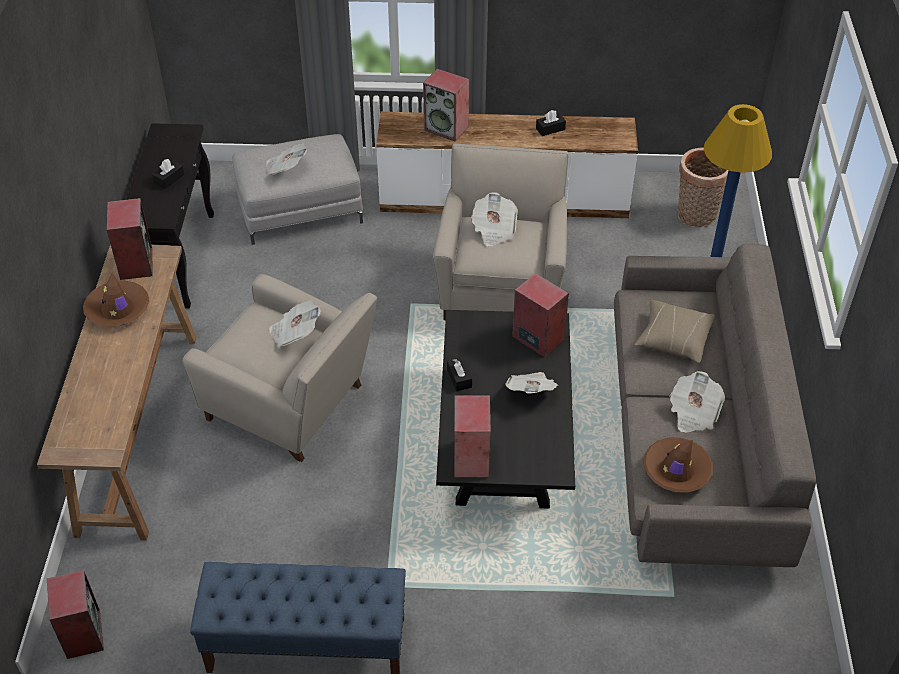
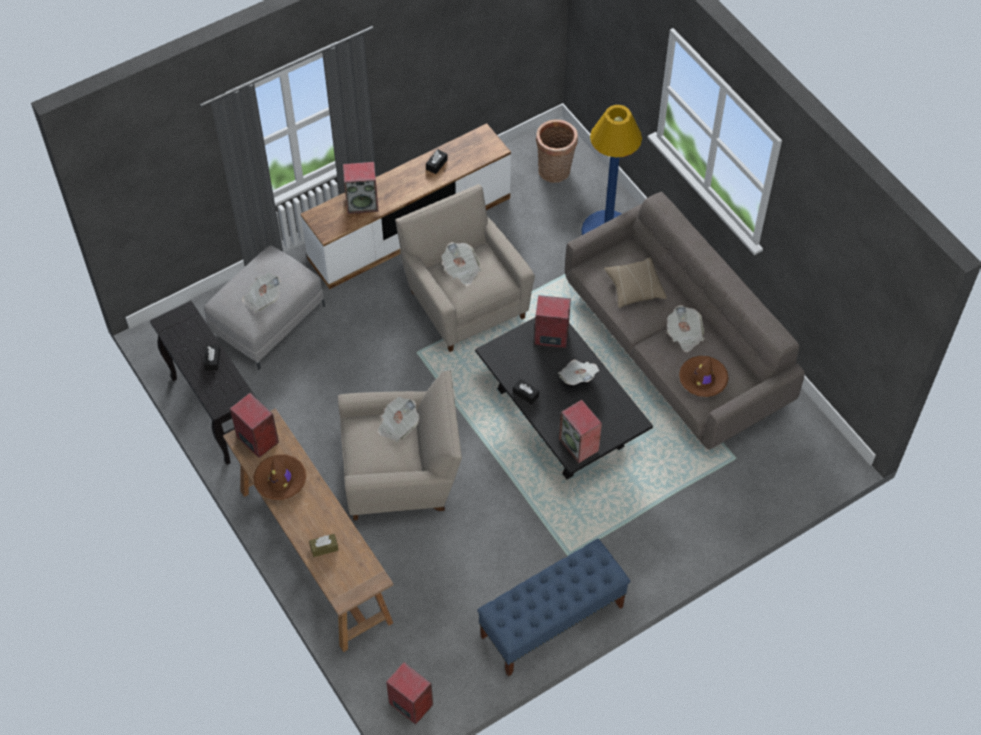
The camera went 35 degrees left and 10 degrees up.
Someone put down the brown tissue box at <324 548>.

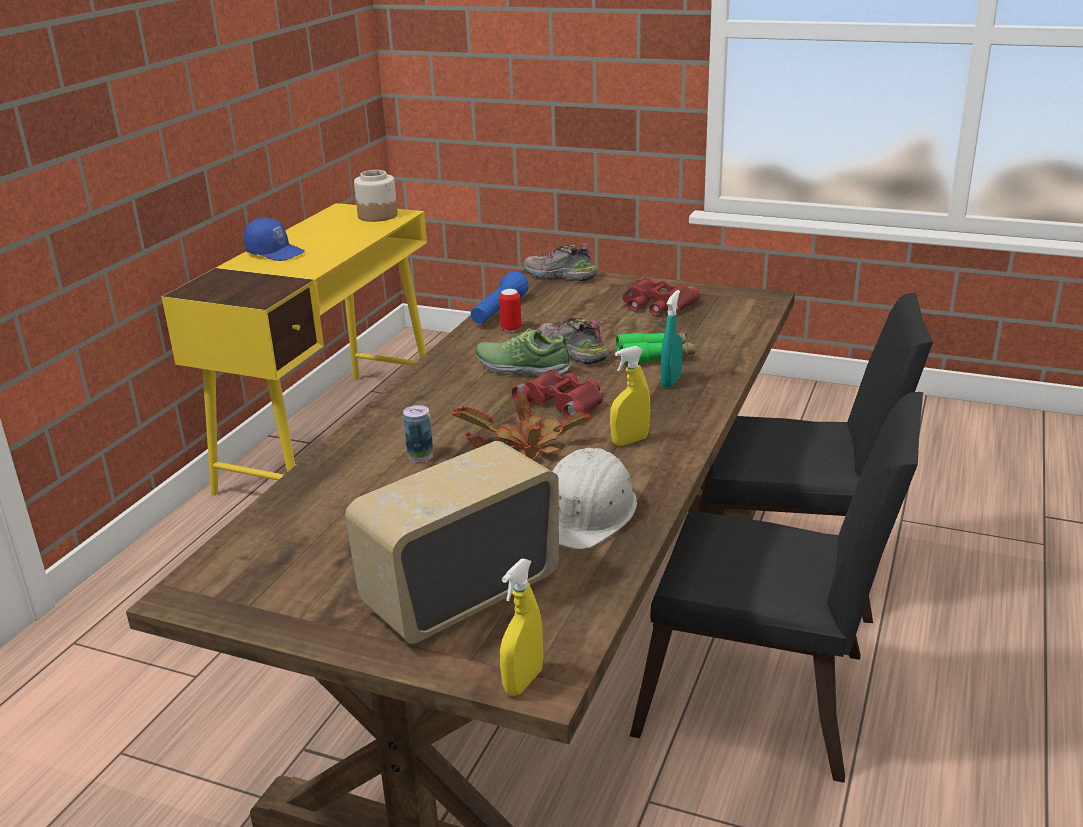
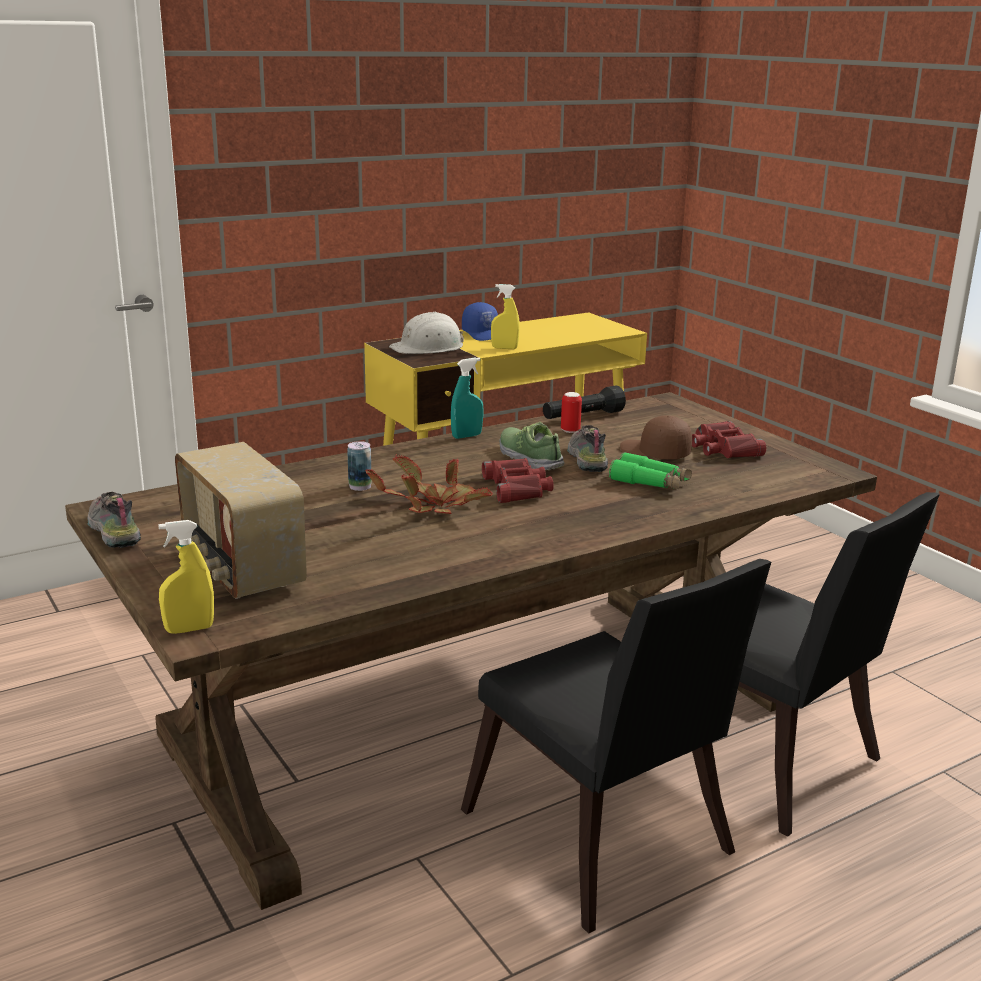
The camera went 35 degrees right and 5 degrees down.
Someone took away the jar at <378 215>.
Someone carried the shoe from <558 276> to <112 531>.
Someone repainted the blue flashlight at <498 312>, which became the black flashlight at <582 417>.
Someone carried the turquoise spray bottle from <671 381> to <466 436>.
Someone carried the yellow spray bottle from <630 441> to <504 348>.
Someone rotated the radio at <460 594> by 120 degrees counterclockwise.
Someone carried the white hard hat from <586 513> to <428 347>.
Someone put down the brown cap at <654 453>.

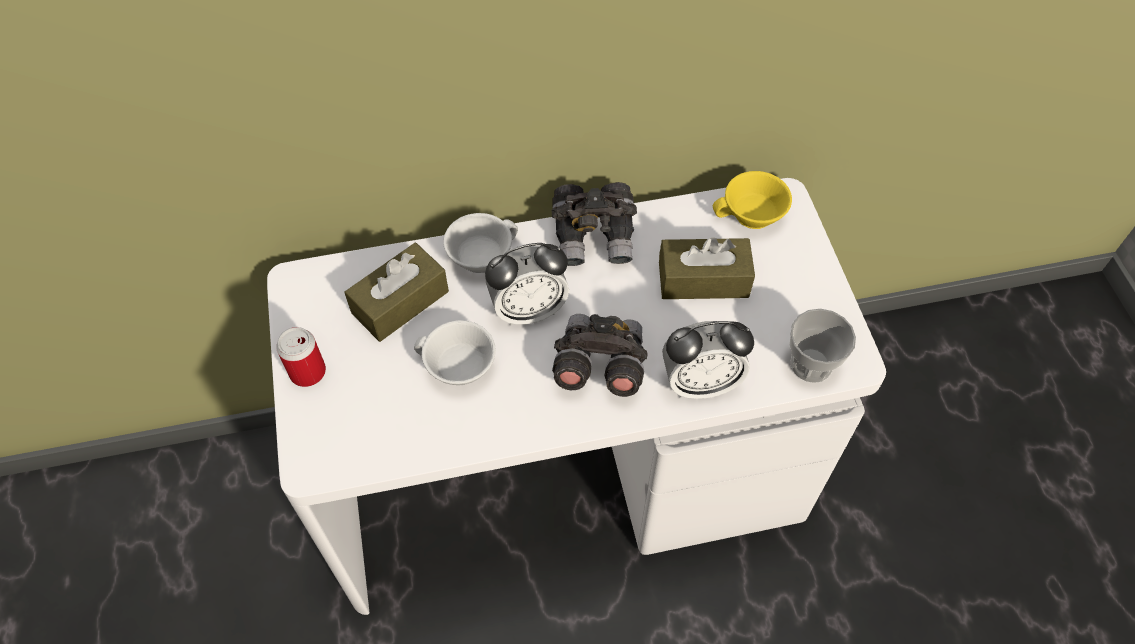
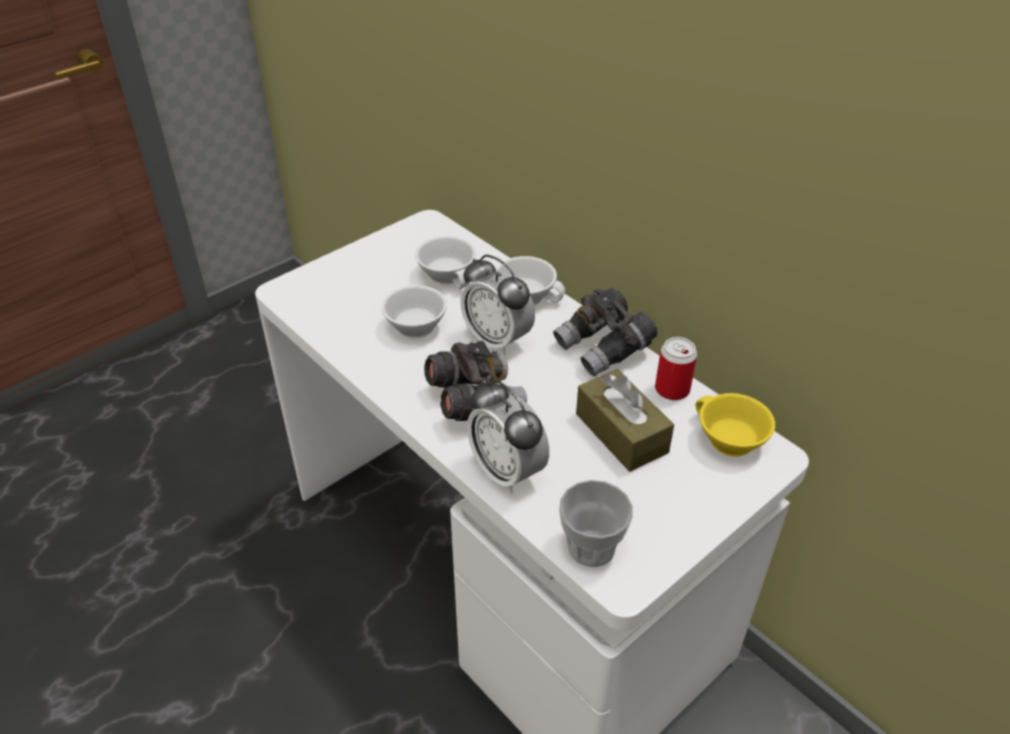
The camera went 60 degrees right and 15 degrees down.
Someone swapped the brown tissue box at <400 302> for the white cup at <449 274>.
Someone carried the can from <307 372> to <672 389>.

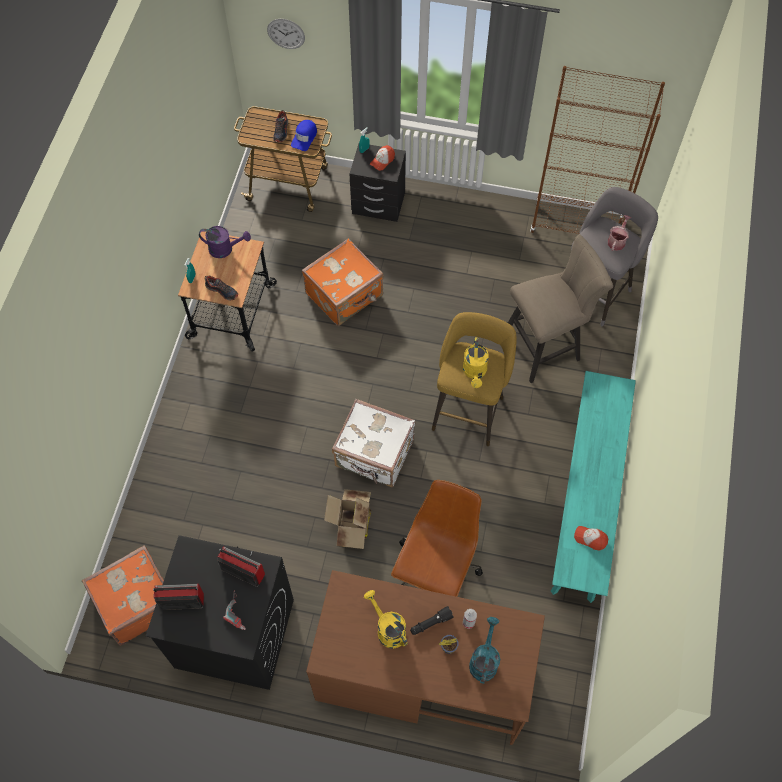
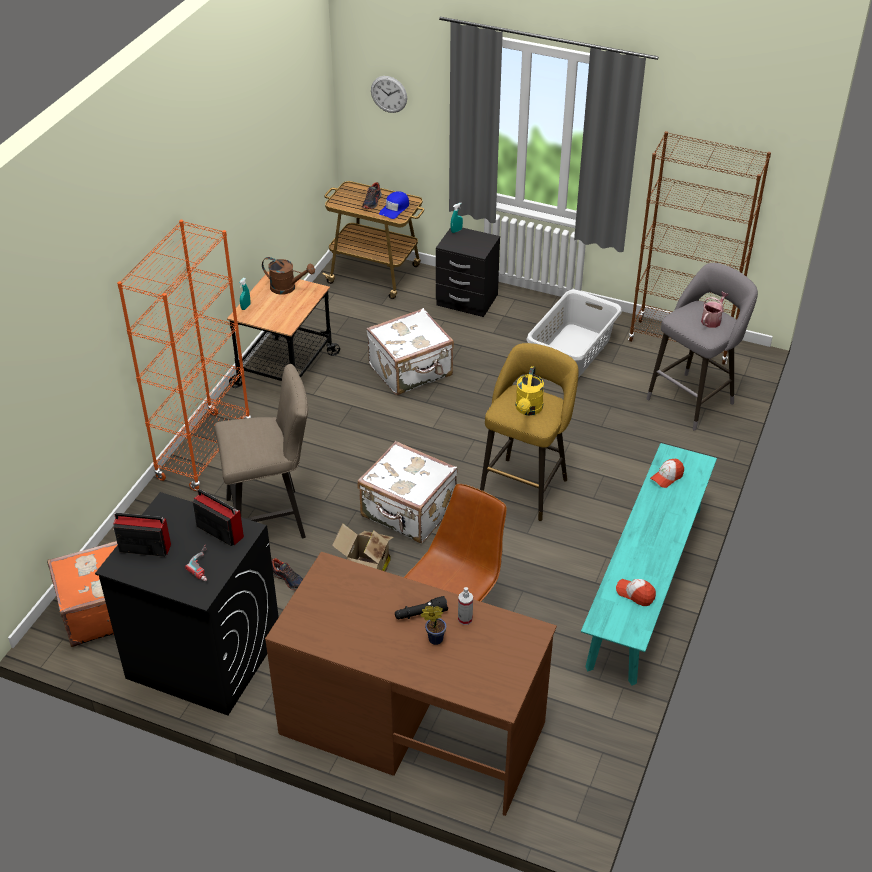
The camera went 10 degrees right and 20 degrees down.
Someone carried the cap from <382 160> to <667 477>.
Someone repainted the purple watering can at <225 249>, which became the brown watering can at <287 288>.
Someone carried the beige stool from <546 345> to <272 518>.
Someone repainted the orange suitcase at <345 295>, which became the white suitcase at <411 371>.
Someone carried the shoe from <222 291> to <288 579>.
Someone took away the yellow watering can at <387 629>.
Someone took away the turquoise watering can at <484 660>.
Someone put down the orange bookcase at <204 451>.
Someone put down the grey laundry basket at <573 351>.

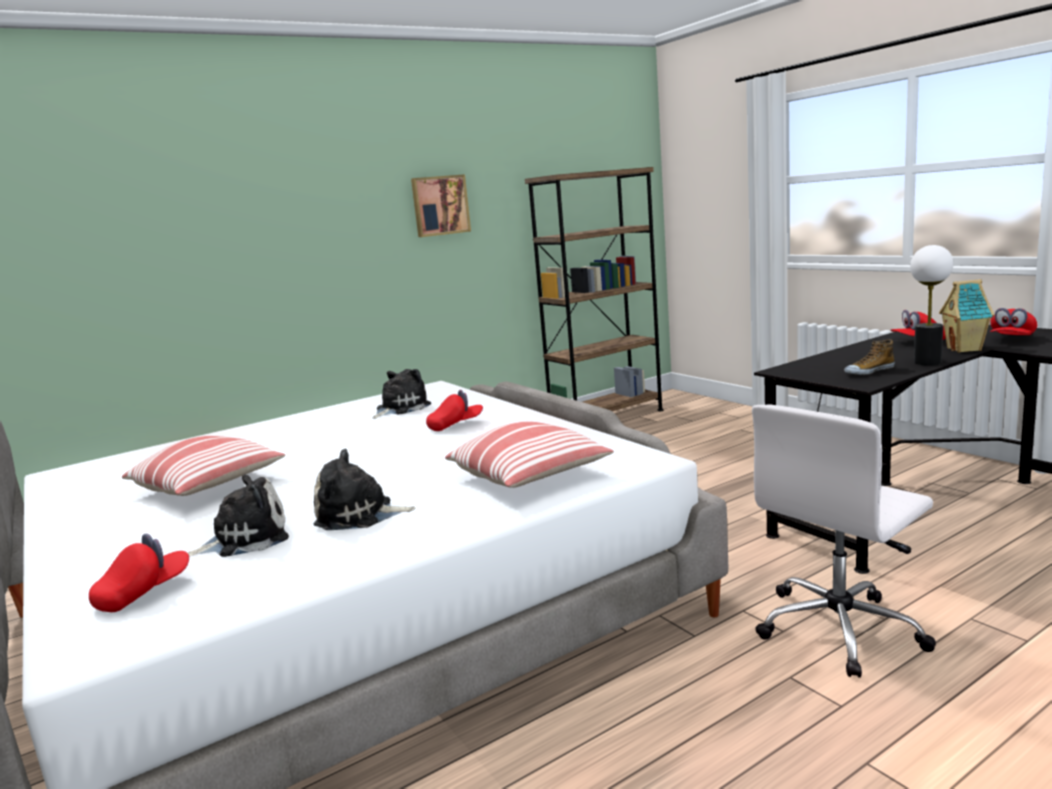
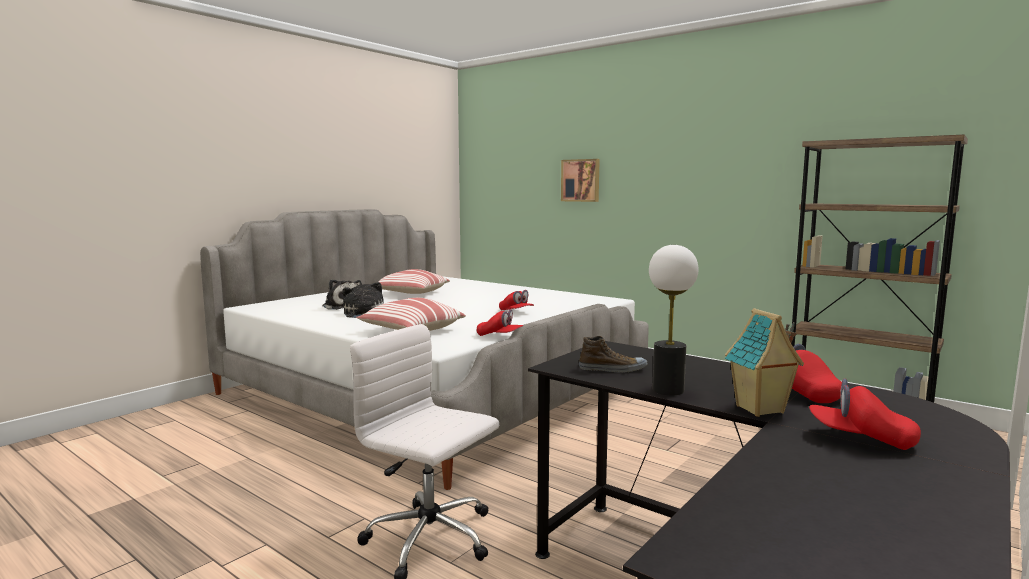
The camera went 70 degrees right and 5 degrees down.
Someone carried the picture from <440 205> to <581 180>.
Someone rotated the shoe at <868 371> by 135 degrees clockwise.
Someone took away the plush toy at <400 408>.
Someone carried the red cap from <144 593> to <499 336>.

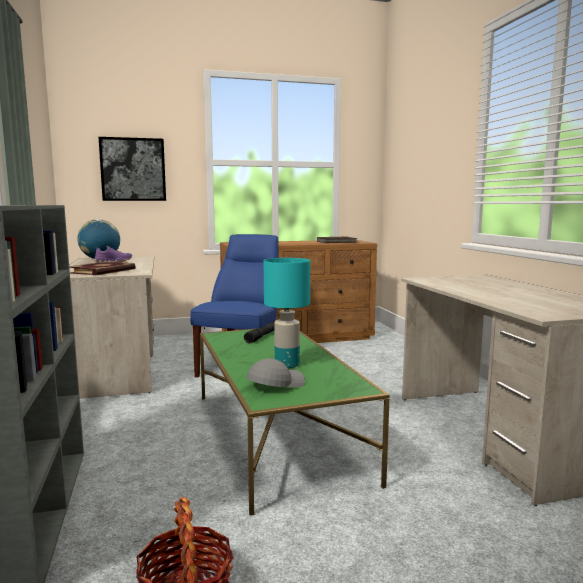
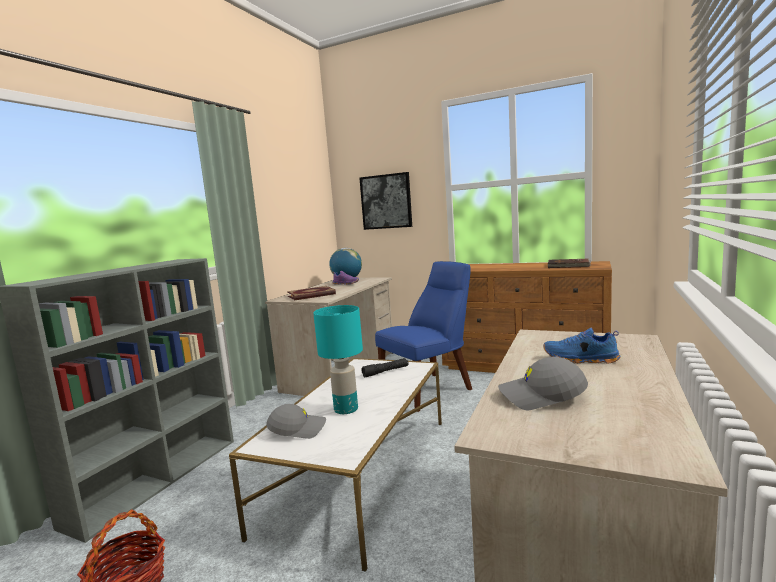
The camera went 40 degrees right and 0 degrees up.
Someone repainted the green coffee table at <276 434>, which became the white coffee table at <360 471>.
Someone put down the blue shoe at <580 359>.
Someone put down the grey cap at <541 396>.

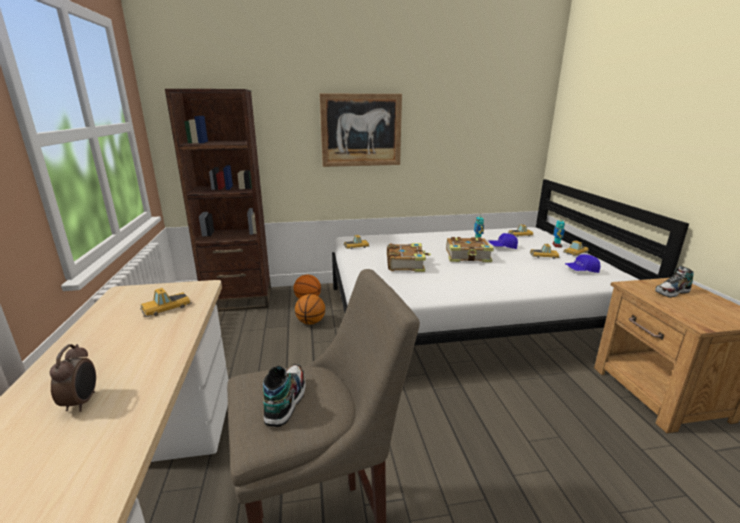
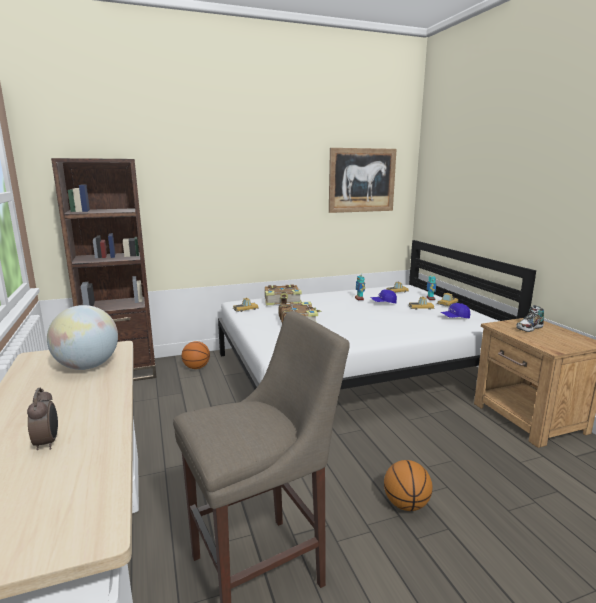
The camera went 10 degrees left and 5 degrees down.
Someone carried the picture from <361 130> to <362 180>.
Someone carried the book from <468 257> to <283 301>.
Someone swapped the toy car at <165 308> for the globe at <87 366>.
Someone carried the basketball from <311 322> to <406 504>.
Someone took away the shoe at <285 401>.

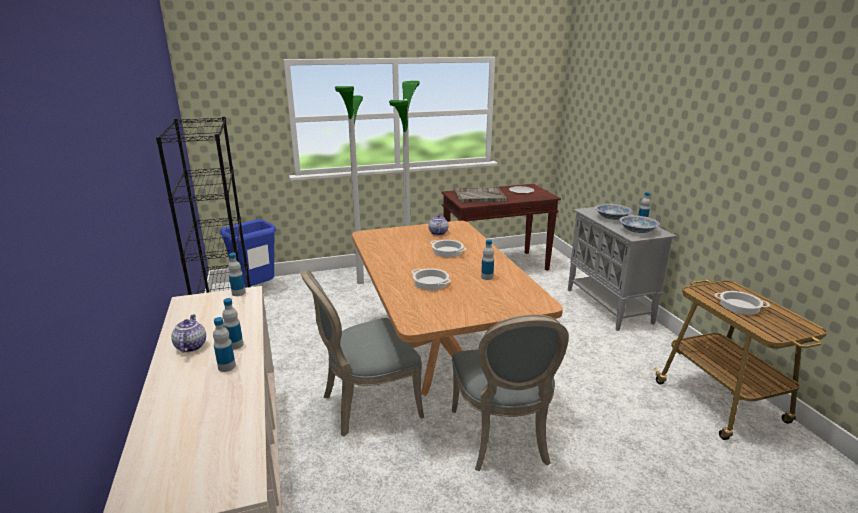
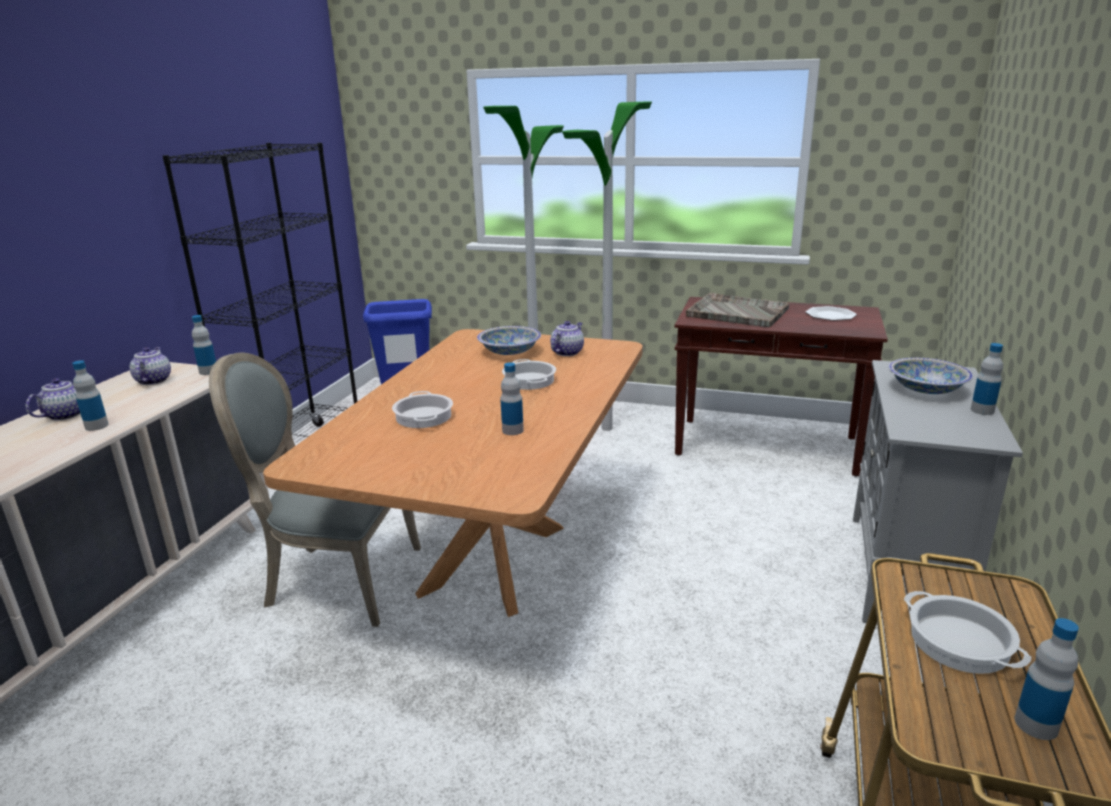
The camera went 35 degrees right and 0 degrees up.
Someone carried the bowl from <637 231> to <509 352>.
Someone took away the grey chair at <503 438>.
Someone carried the bottle from <226 366> to <1036 724>.
Someone put down the teapot at <153 380>.

